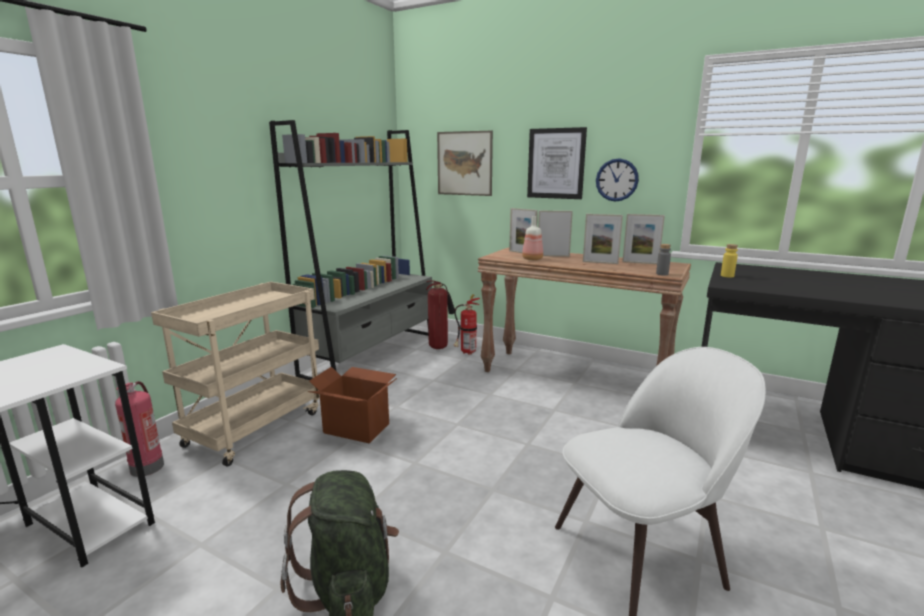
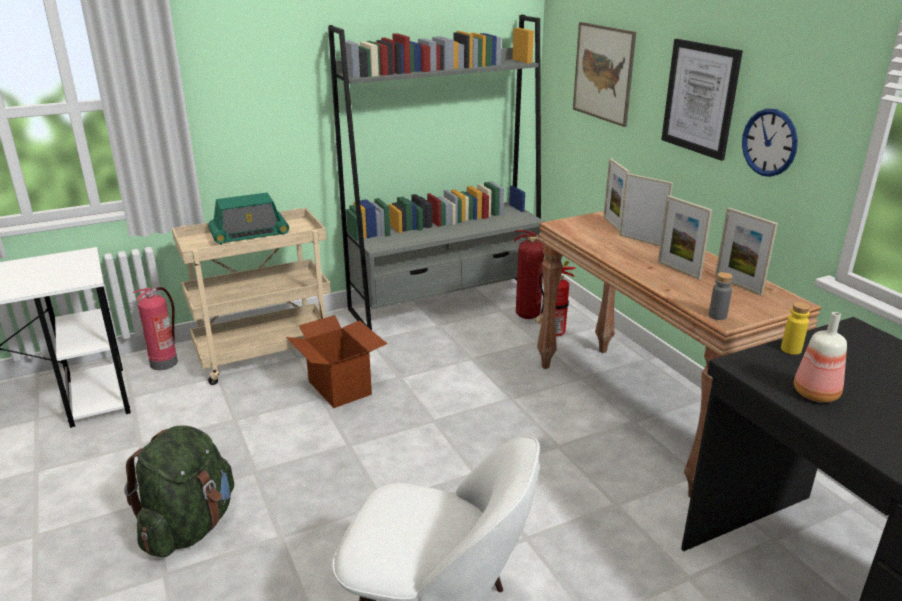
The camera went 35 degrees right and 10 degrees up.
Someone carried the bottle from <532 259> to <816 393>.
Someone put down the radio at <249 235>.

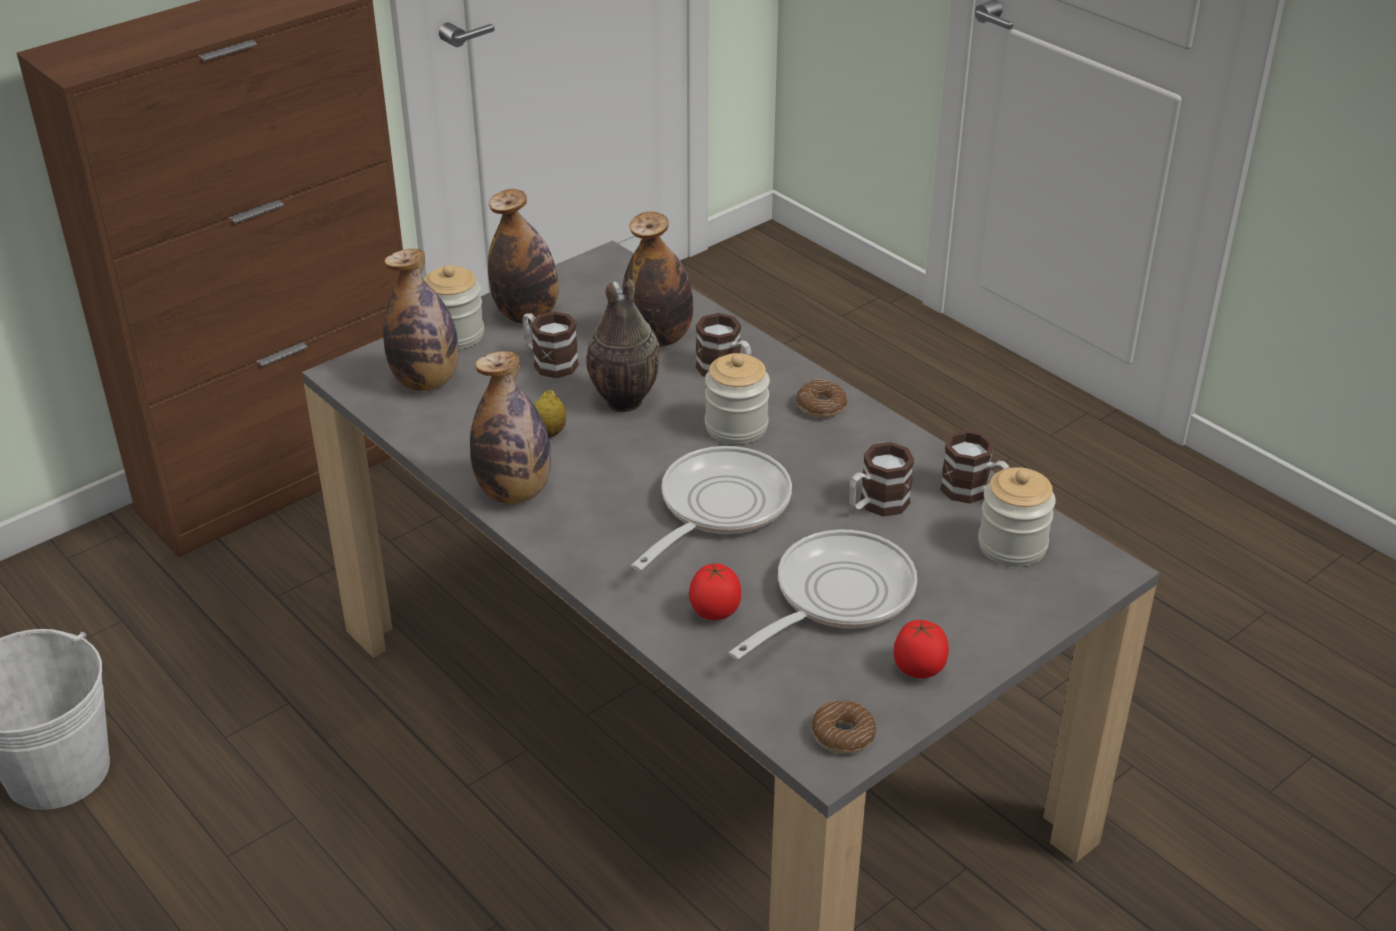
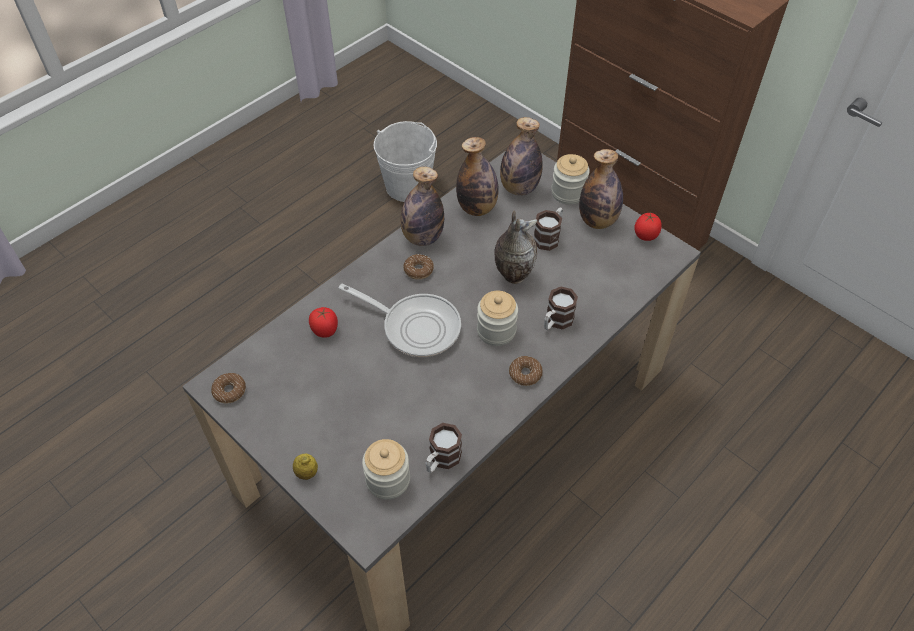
The camera went 85 degrees right and 15 degrees up.
Someone carried the bottle from <659 337> to <477 208>.
Someone carried the lemon from <550 433> to <307 473>.
Someone took away the mug at <876 505>.
Someone took away the frying pan at <836 596>.
Someone carried the tomato from <919 670> to <645 236>.
Someone put down the donut at <418 270>.

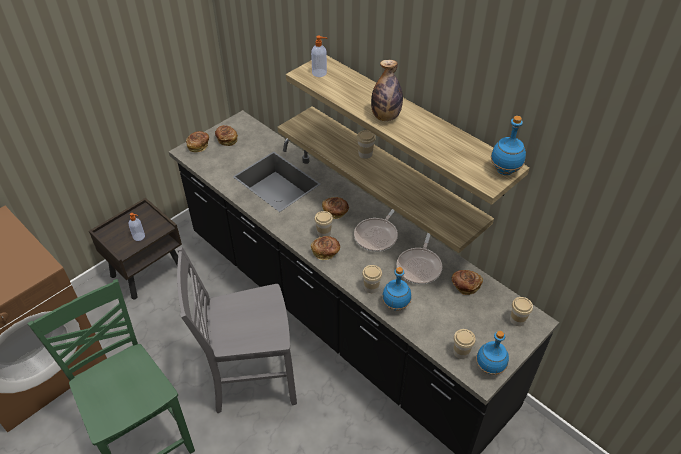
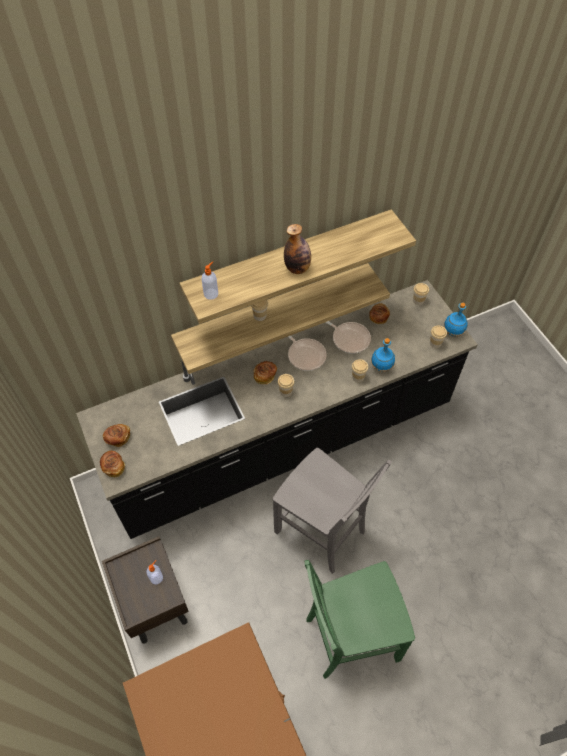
The camera went 70 degrees left and 10 degrees up.
Someone took away the blue bottle at <505 170>.
Someone took away the bread at <326 252>.
Someone rotated the grey chair at <251 379> by 60 degrees counterclockwise.

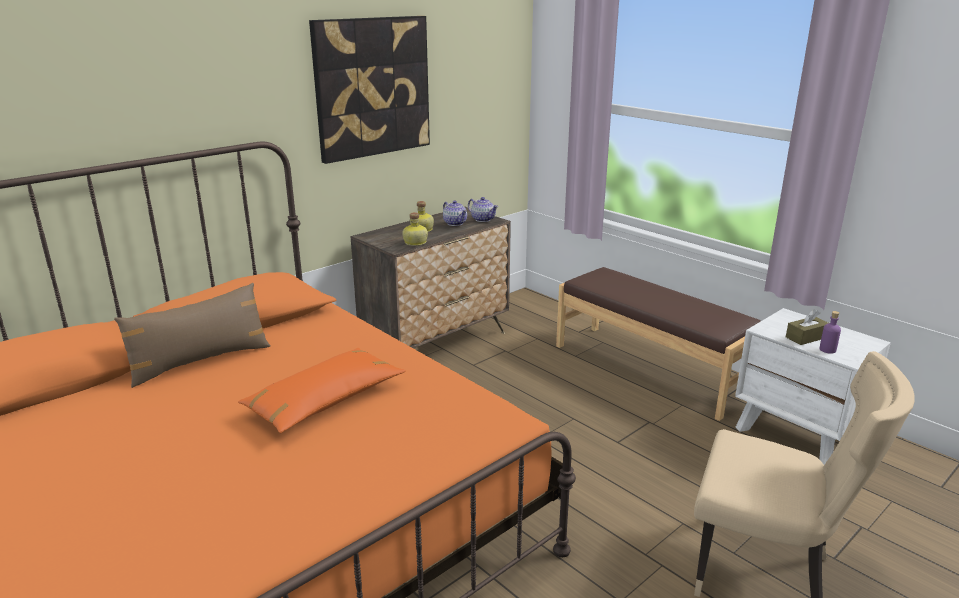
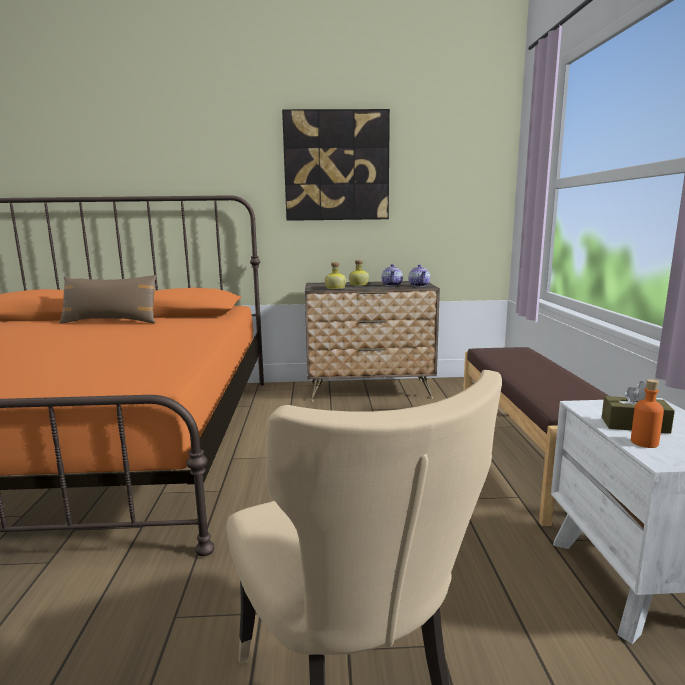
The camera went 40 degrees right and 10 degrees down.
Someone repainted the purple bottle at <827 350>, which became the orange bottle at <644 442>.
Someone took away the orange pillow at <325 401>.

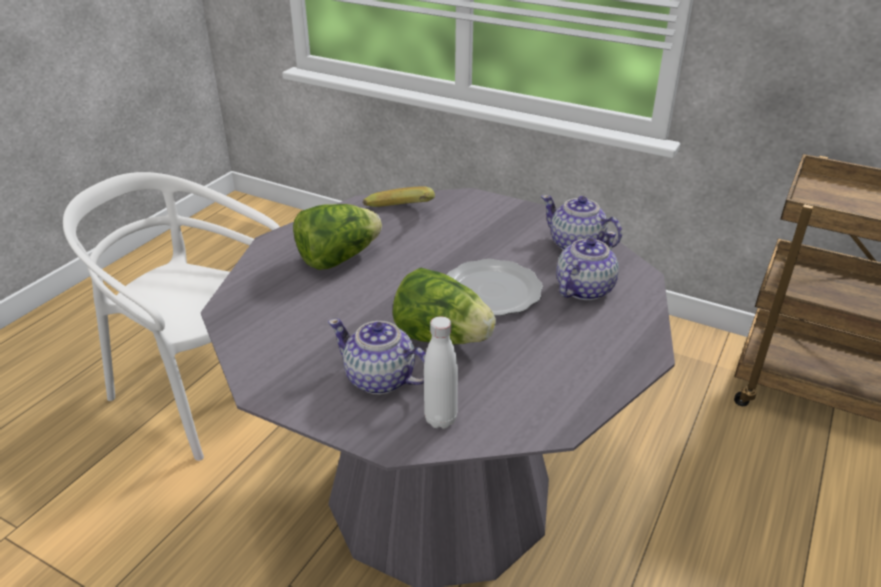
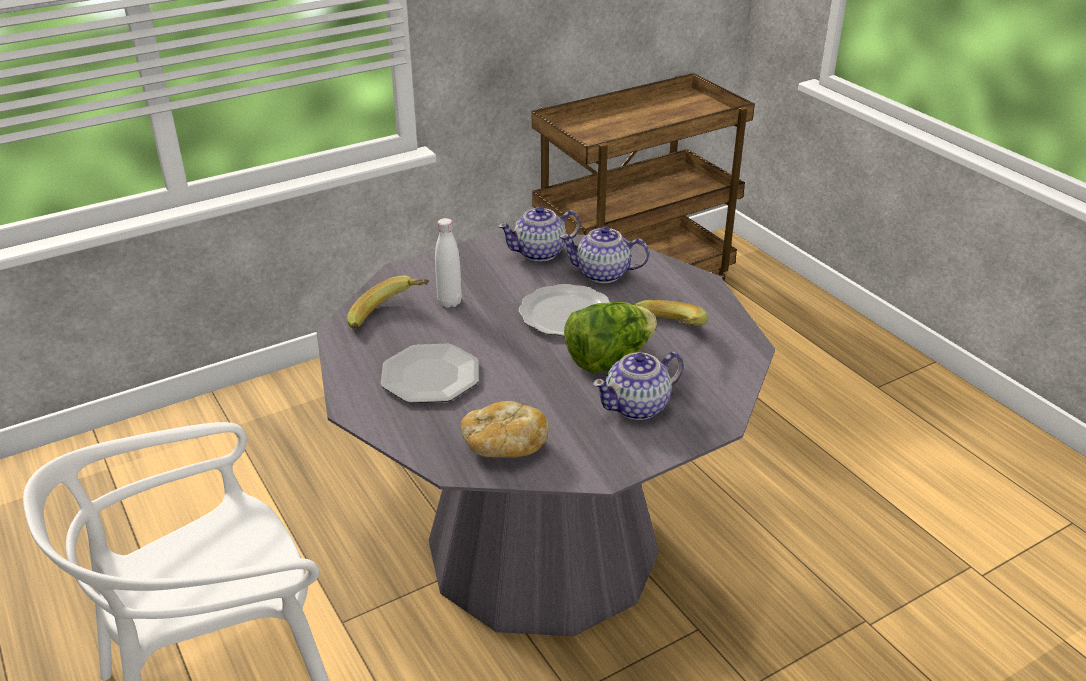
The camera went 60 degrees left and 0 degrees up.
Someone swapped the lettuce at <338 258> for the plate at <430 376>.
Someone rotated the teapot at <583 289> by 60 degrees counterclockwise.
Someone carried the white bottle from <440 419> to <449 302>.
Someone put down the banana at <666 333>.
Someone put down the bread at <503 447>.

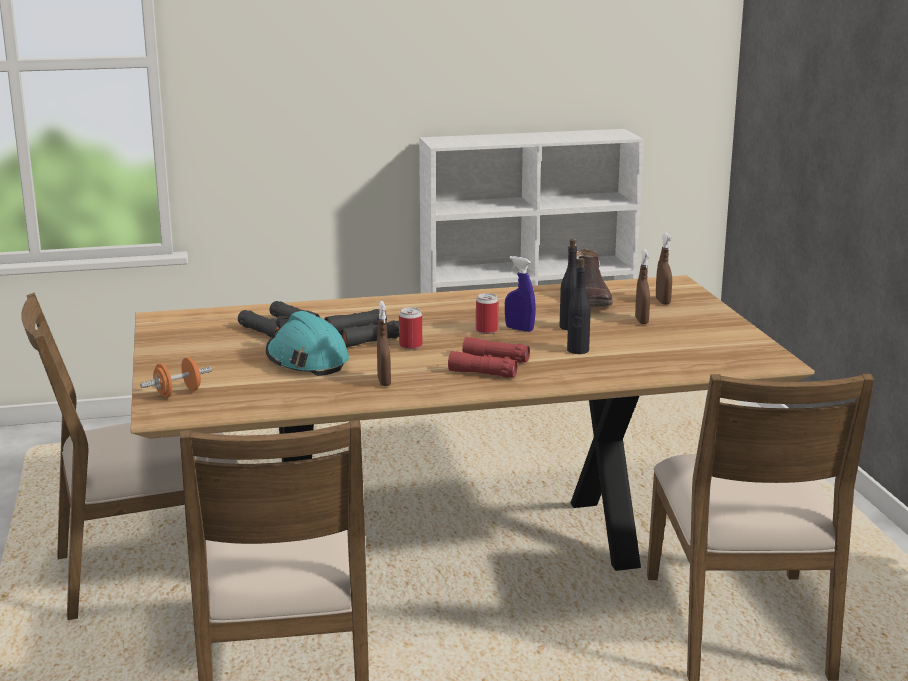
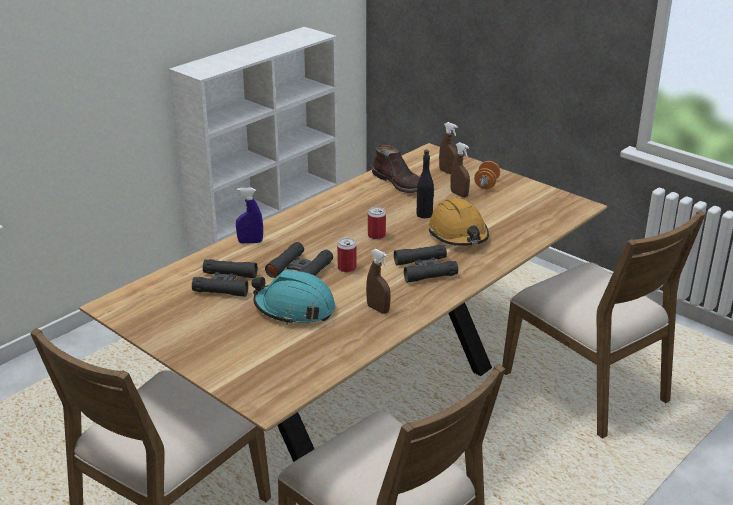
The camera went 35 degrees left and 10 degrees up.
Someone carried the blue spray bottle from <519 329> to <250 242>.
Someone swapped the black bottle at <577 350> for the orange hard hat at <458 234>.
Someone repainted the red binoculars at <489 366>, which became the black binoculars at <425 269>.
Someone carried the orange dumbbell from <178 393> to <486 185>.

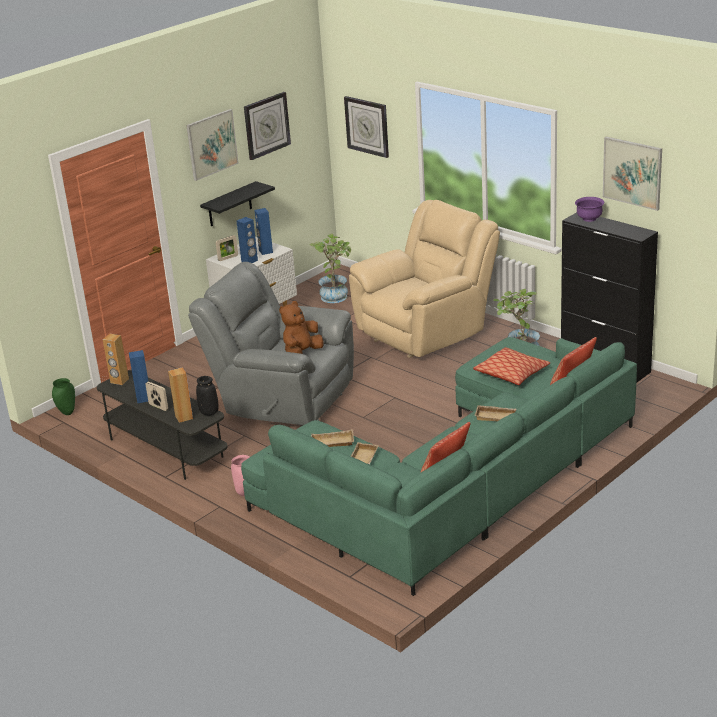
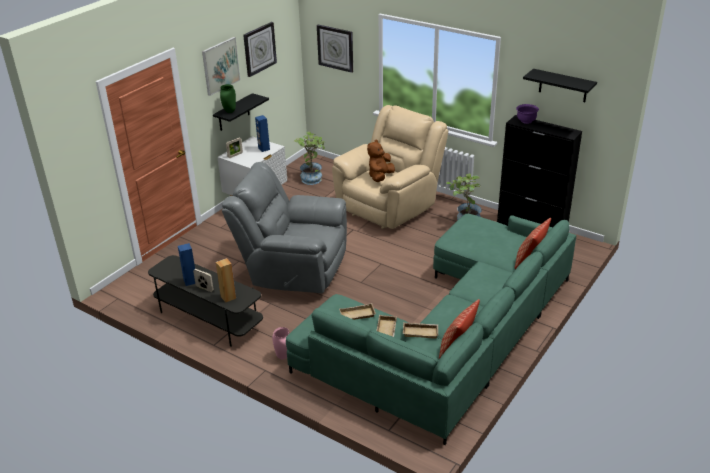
The camera went 10 degrees left and 5 degrees up.
Someone swapped the picture at <632 172> for the black shelf at <563 86>.
Someone took away the blue speaker at <249 261>.
Someone carried the brown plush toy from <301 354> to <380 177>.
Someone took away the brown speaker at <119 381>.
Someone took away the pillow at <512 374>.
Someone took away the black vase at <209 412>.
Someone carried the green vase from <67 413> to <230 111>.
Someone carried the beige tray from <497 416> to <421 332>.

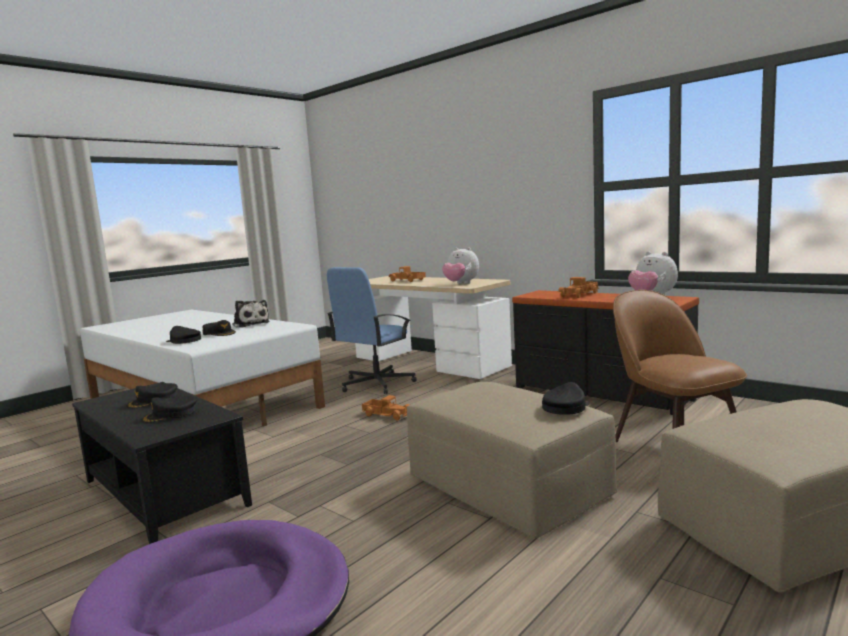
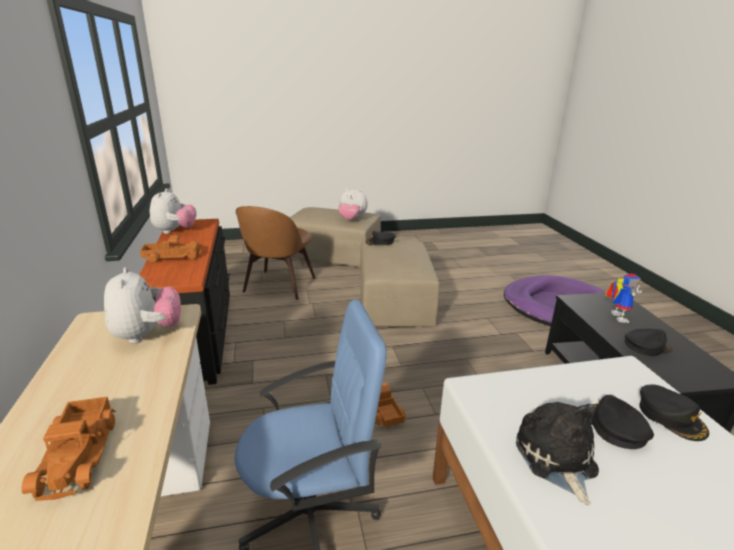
The camera went 145 degrees left and 15 degrees up.
Someone swapped the black cap at <170 415> for the toy robot at <615 316>.
Someone put down the plush toy at <352 219>.

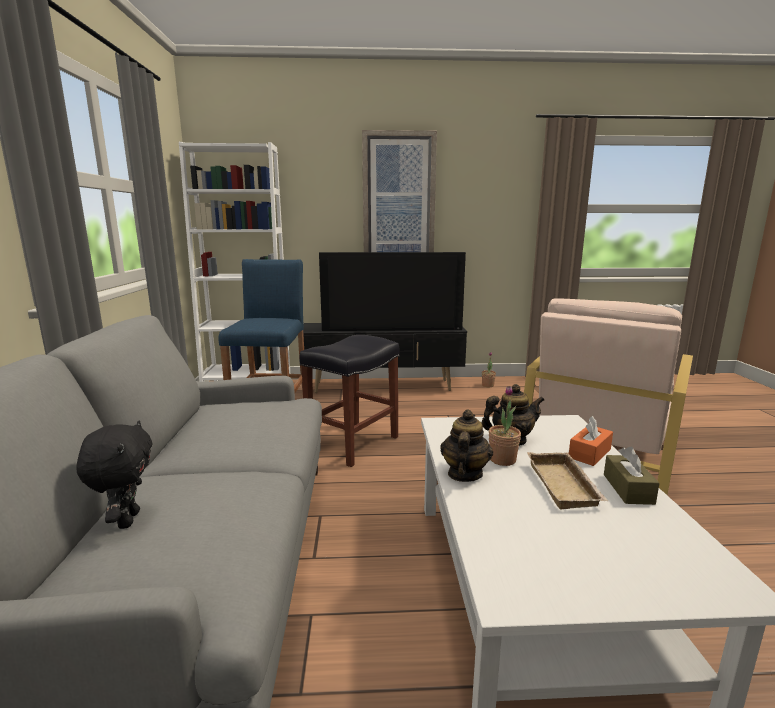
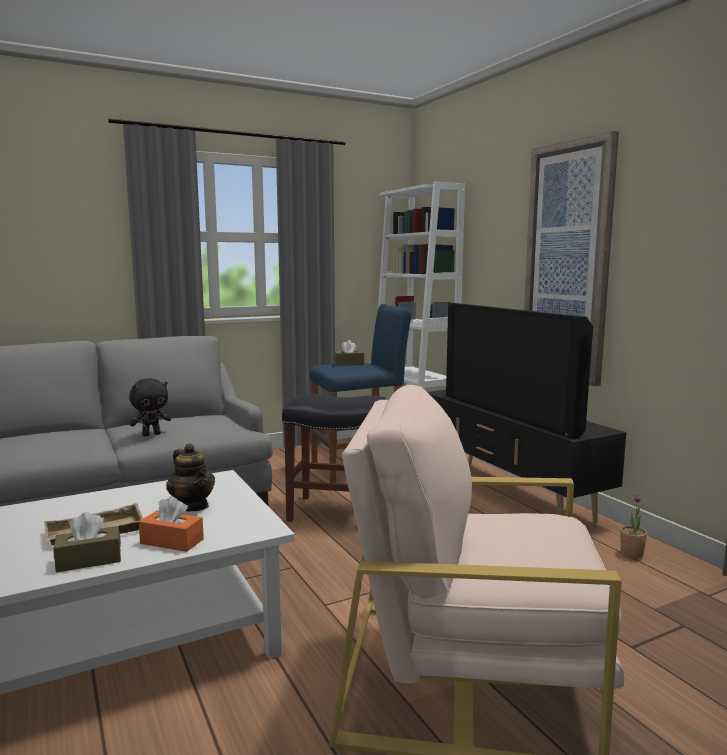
The camera went 65 degrees right and 5 degrees down.
Someone took away the potted plant at <502 460>.
Someone took away the teapot at <464 474>.
Someone carried the black plush toy from <127 520> to <151 434>.
Someone put down the brown tissue box at <349 364>.

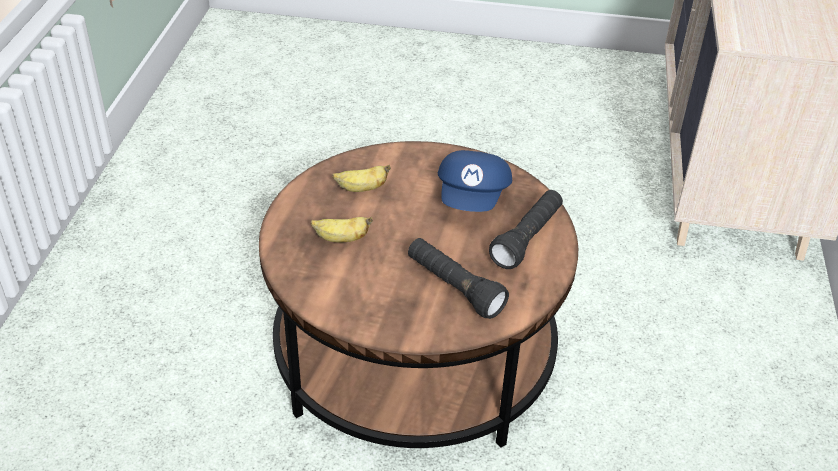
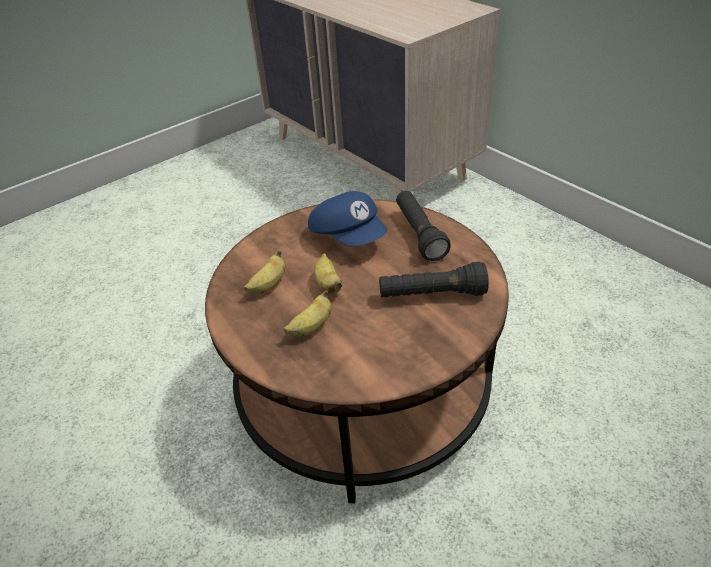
The camera went 45 degrees left and 0 degrees up.
Someone put down the banana at <328 284>.

